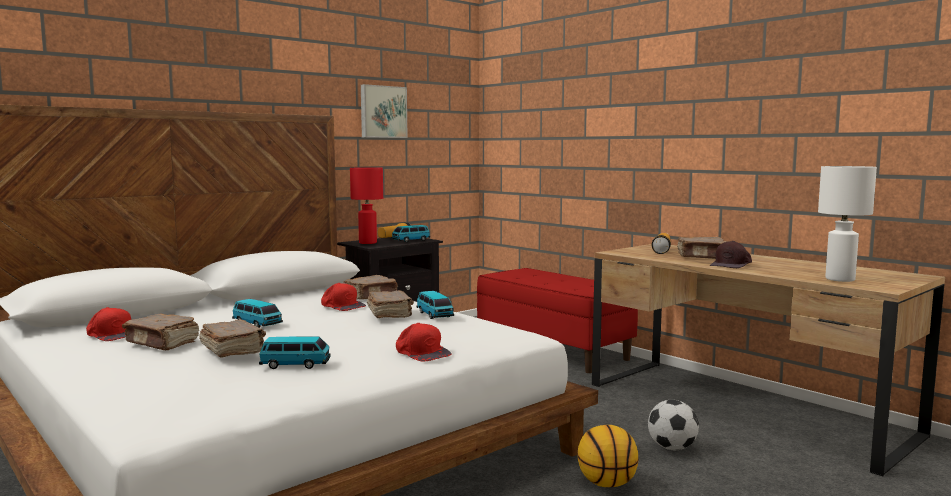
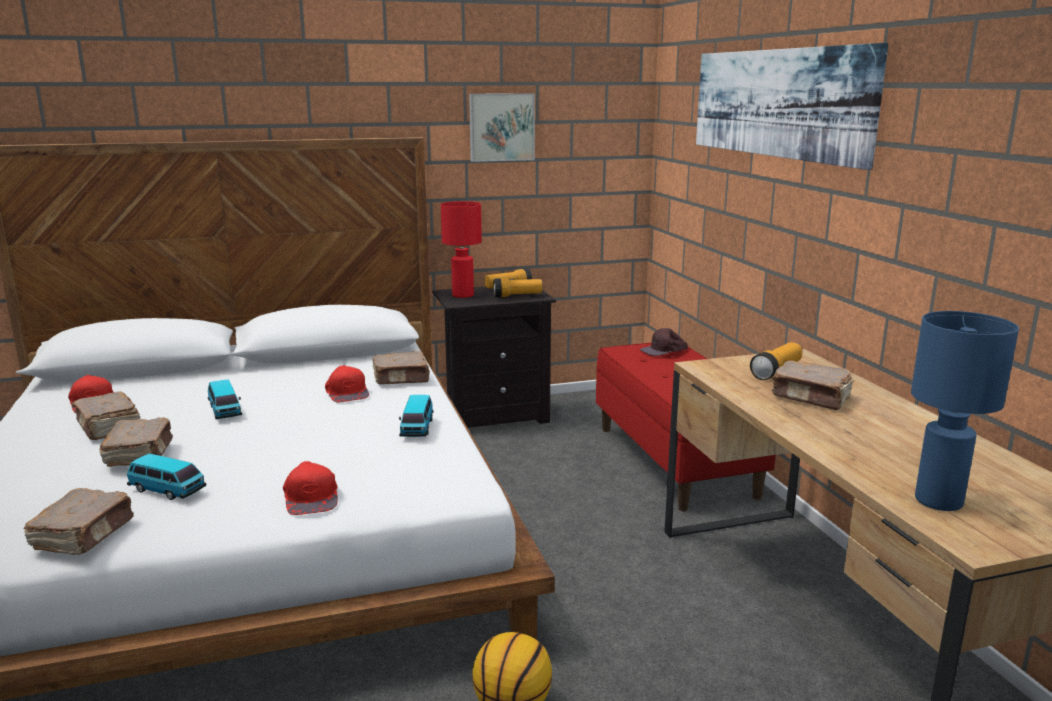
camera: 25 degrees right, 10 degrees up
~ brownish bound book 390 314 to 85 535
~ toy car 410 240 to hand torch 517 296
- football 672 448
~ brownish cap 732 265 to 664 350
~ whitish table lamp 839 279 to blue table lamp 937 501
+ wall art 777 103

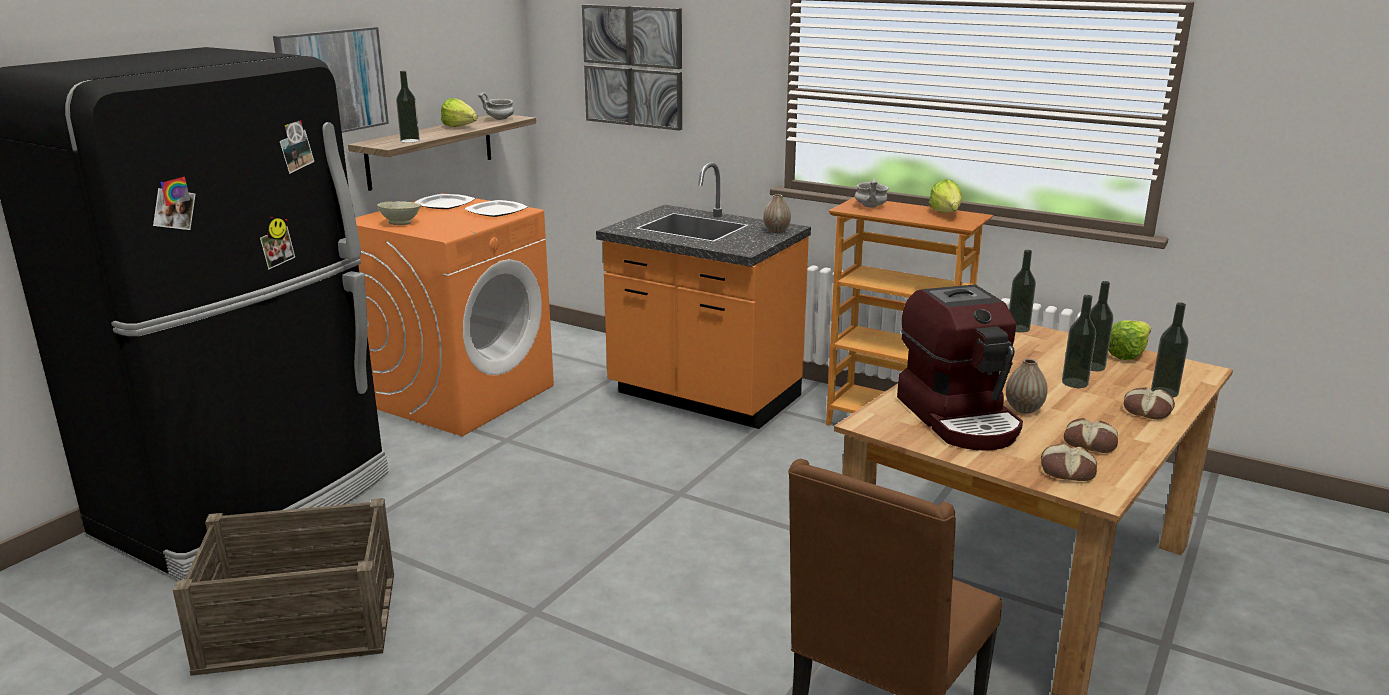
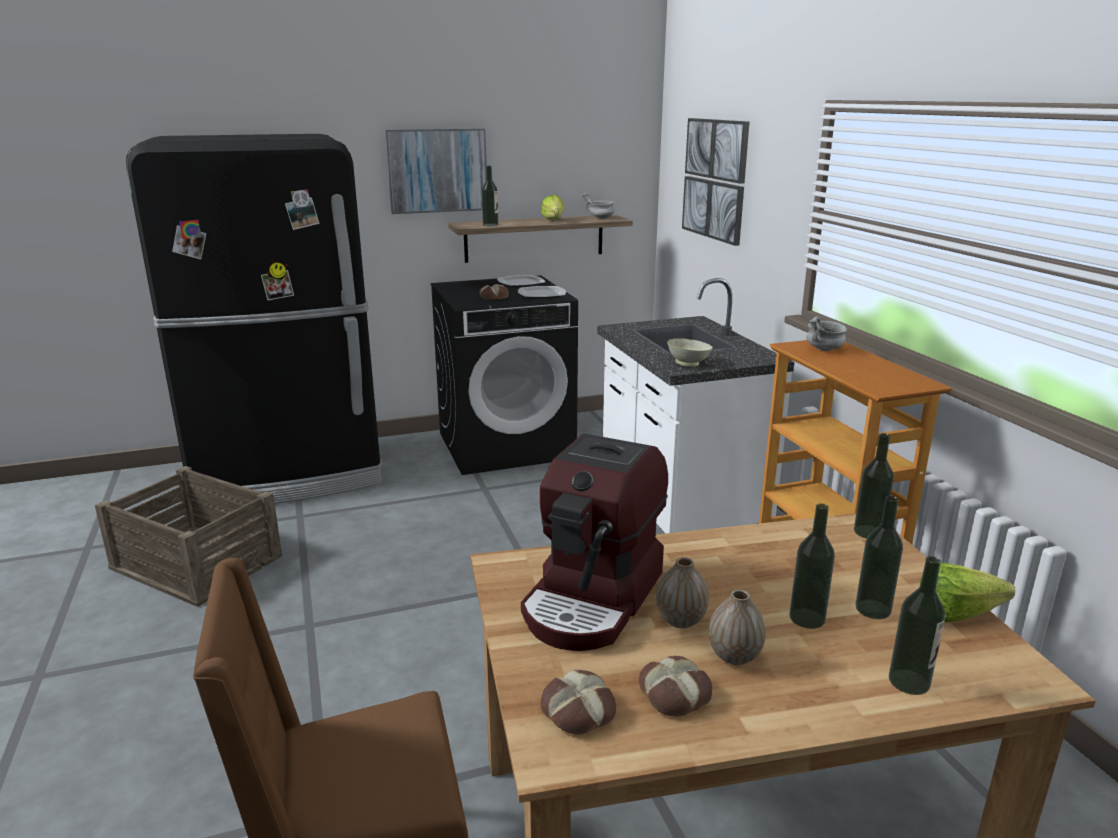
camera: 40 degrees right, 0 degrees up
~ orangey laundry machine 462 395 to black-coloured laundry machine 506 445
~ beige serving bowl 401 223 to 689 364
~ orangey kitchen base unit 703 397 to whitish kitchen base unit 678 509
~ vase 776 231 to 734 656
- head of lettuce 946 215
~ bakery bread 1146 410 to 494 297

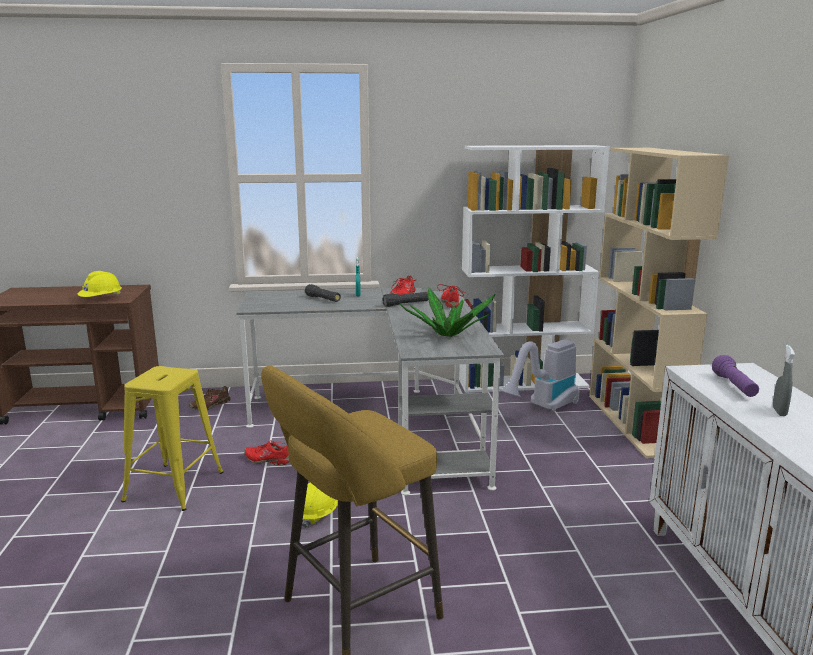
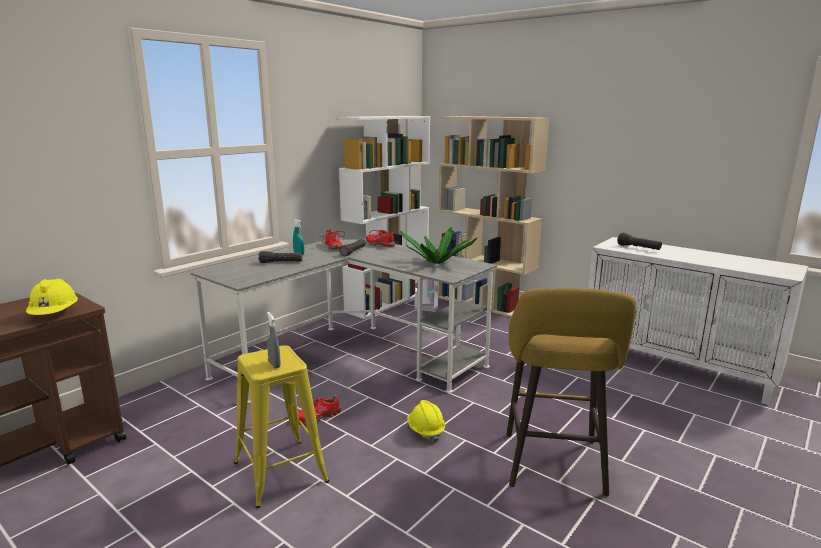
camera: 45 degrees left, 0 degrees up
- brownish shoe 210 405
~ purplish hand torch 734 387 to black-coloured hand torch 638 248
~ gray sprayer 779 411 to 274 364

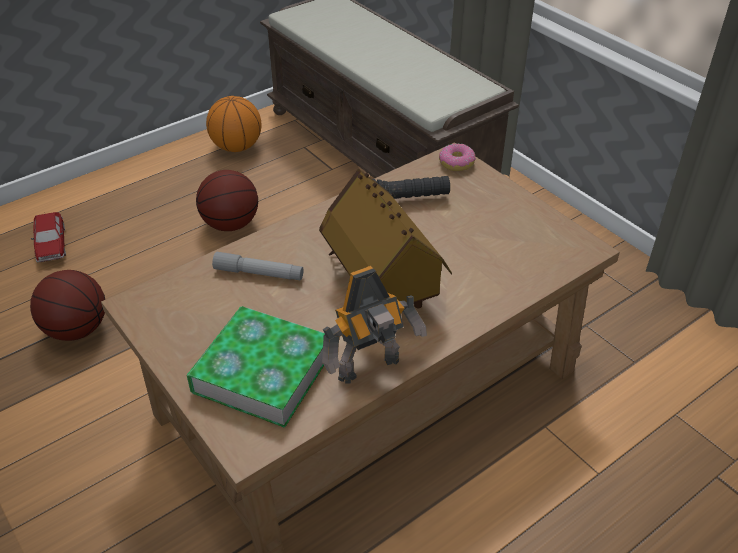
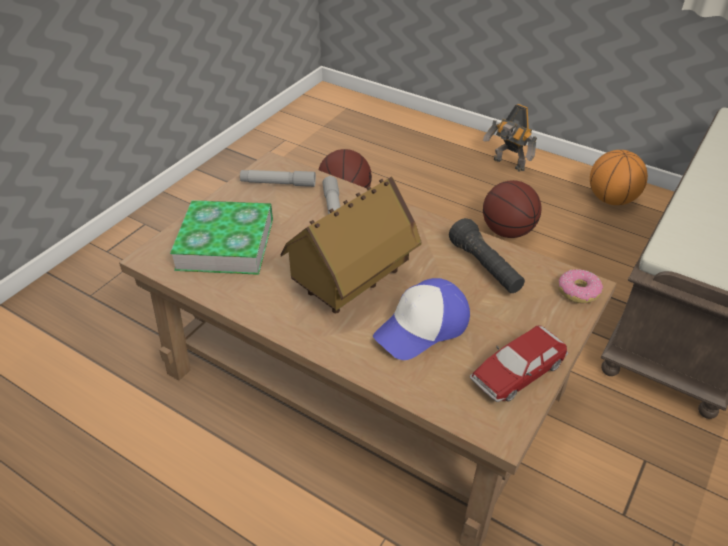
camera: 70 degrees right, 0 degrees up
~ toy car 51 244 to 517 372
~ robot figure 371 370 to 508 165
+ gray hand torch 278 183
+ cap 422 327

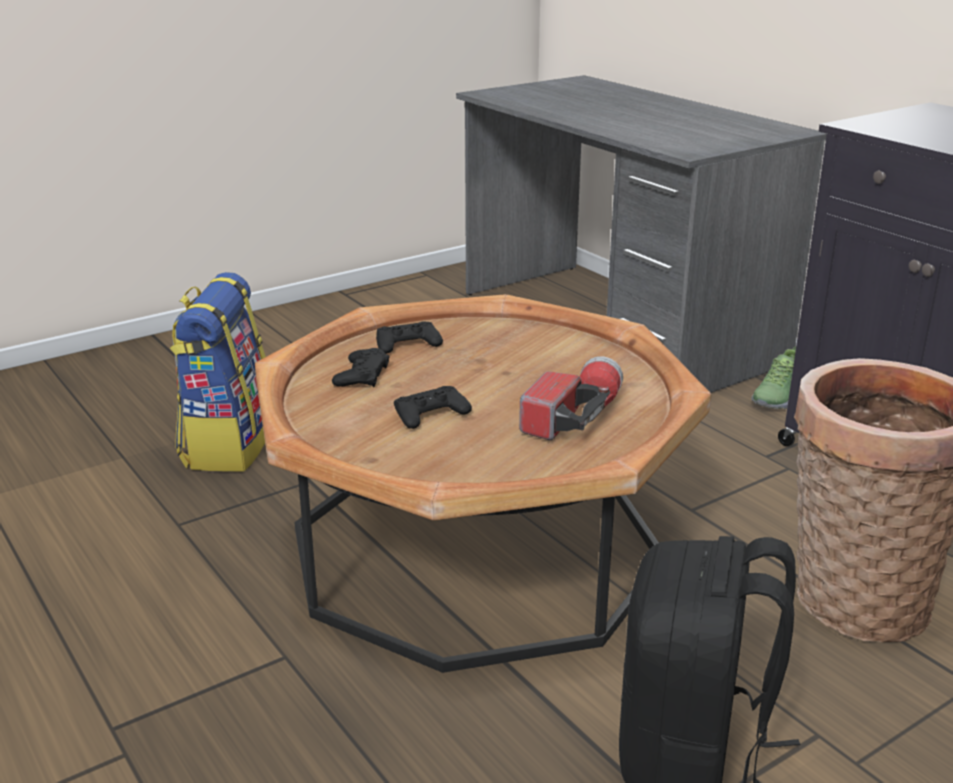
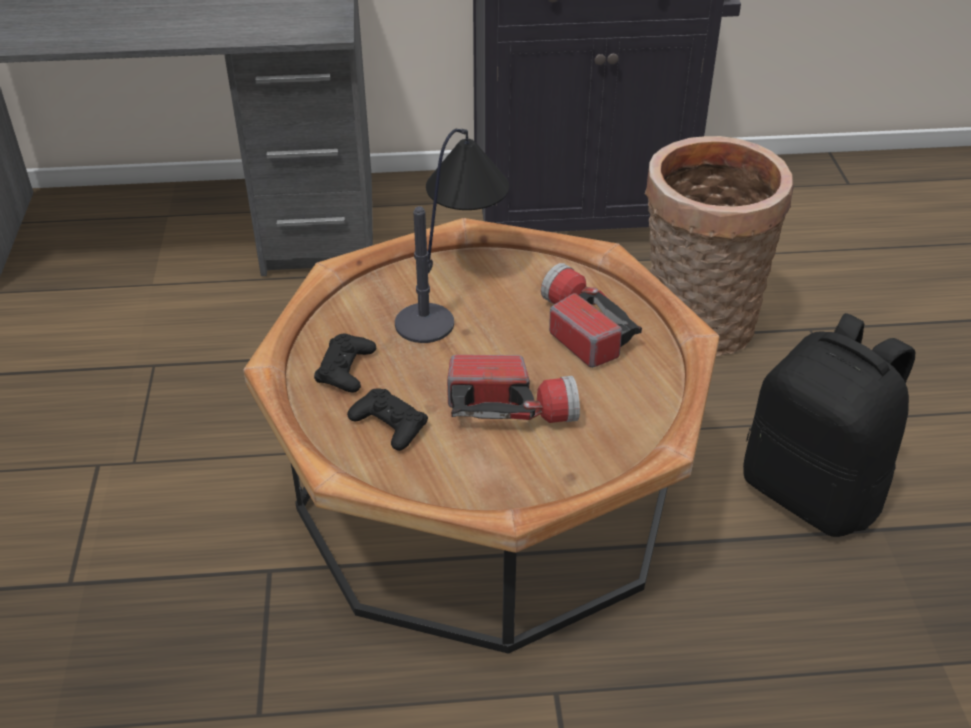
camera: 60 degrees left, 15 degrees up
- backpack 227 443
~ black-coloured gamepad 430 414 to hand torch 512 408
- shoe 776 396
+ table lamp 452 289

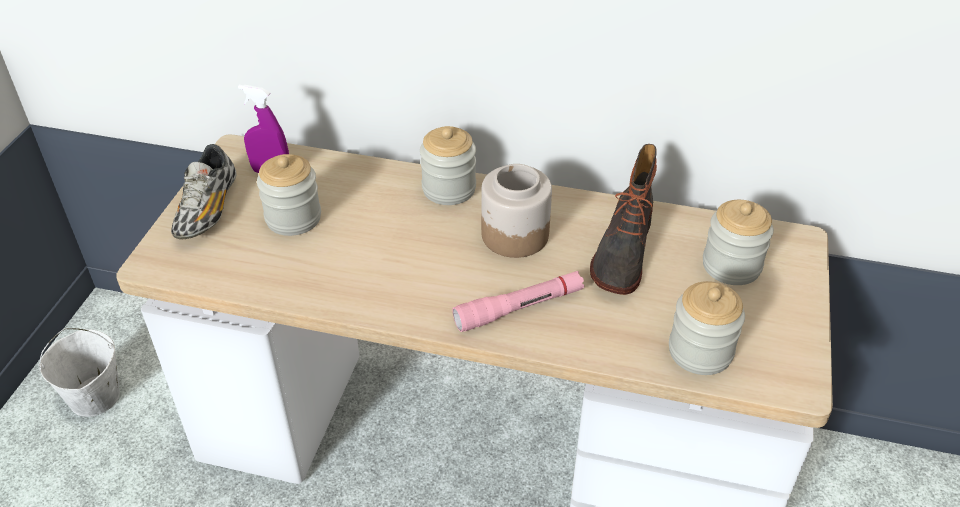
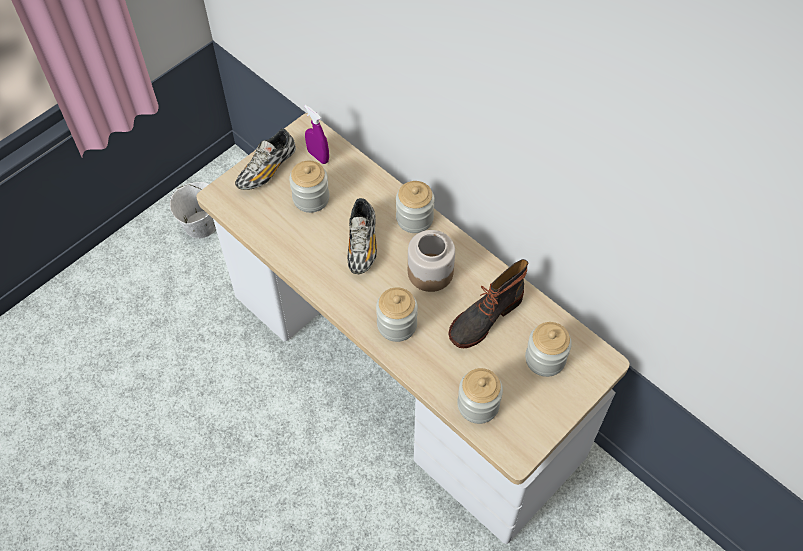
camera: 30 degrees right, 15 degrees up
~ pink hand torch 519 308 to storage jar 397 325
+ shoe 362 245

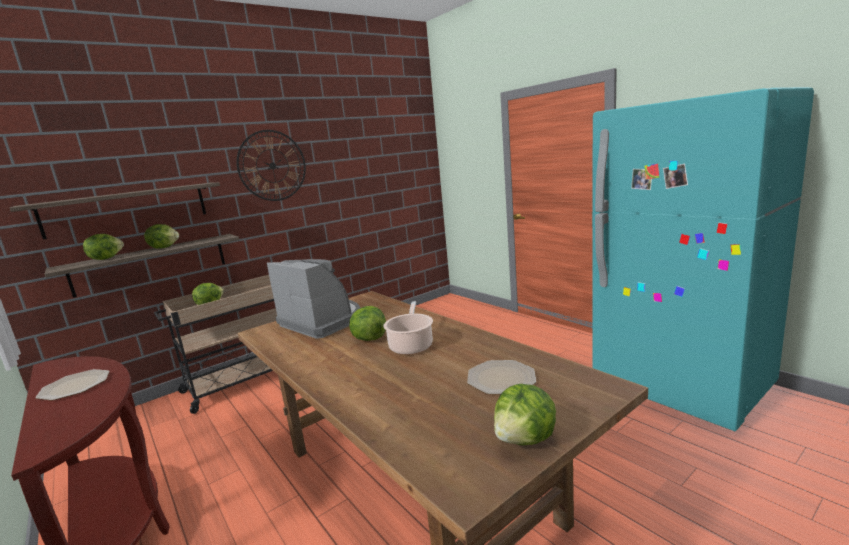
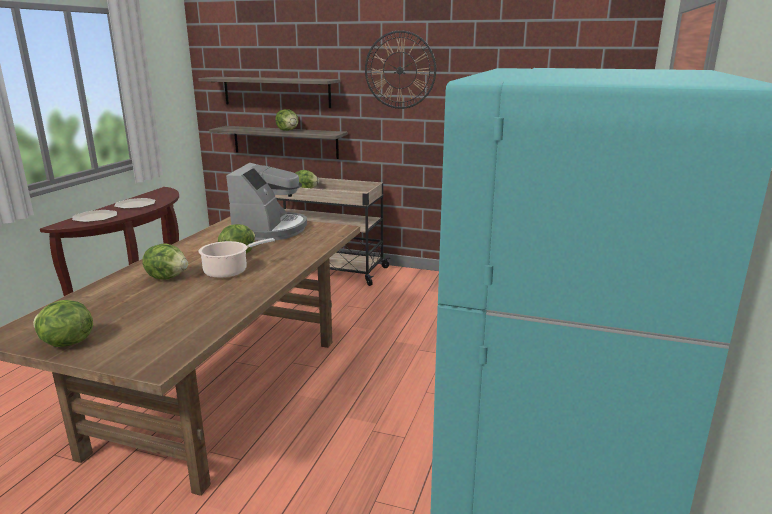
camera: 55 degrees right, 5 degrees up
~ head of lettuce 106 259 to 168 277
~ flat dish 500 378 to 95 217

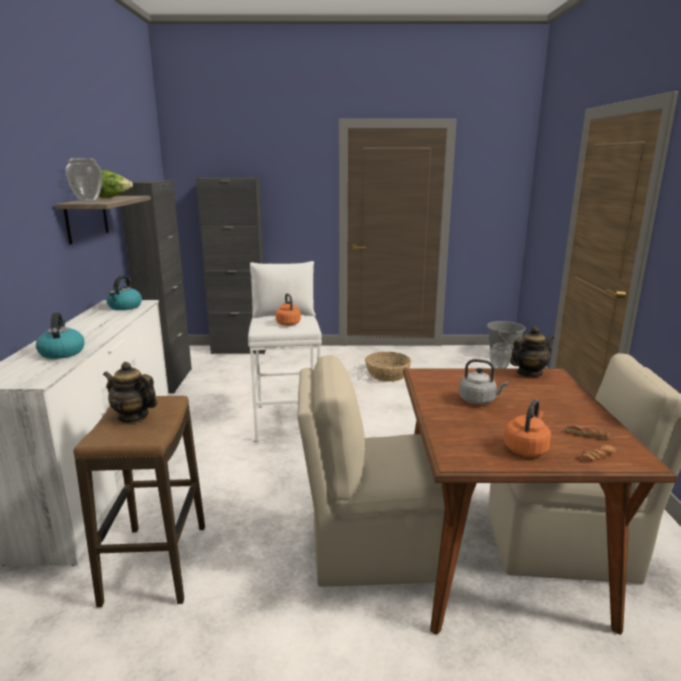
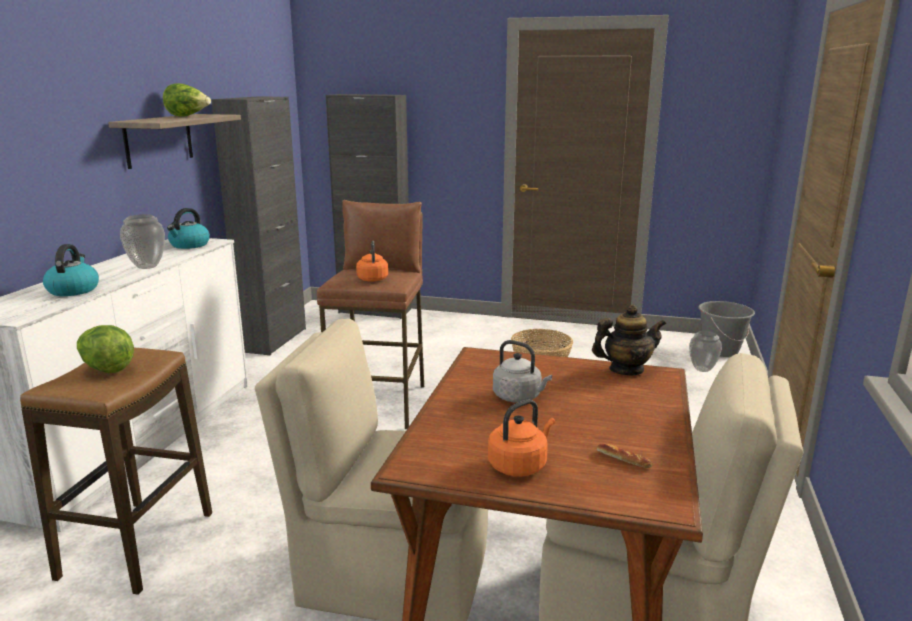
camera: 15 degrees right, 0 degrees up
~ vase 87 201 to 147 266
~ pot for tea 133 416 to head of lettuce 106 368
~ whitish sitting stool 288 421 to brownish sitting stool 380 403
- bakery bread 597 456

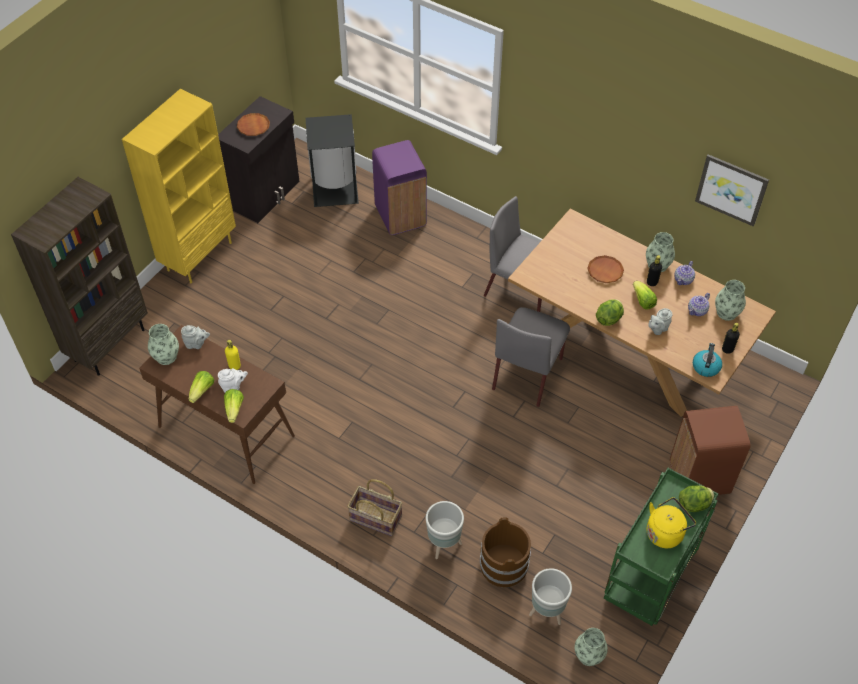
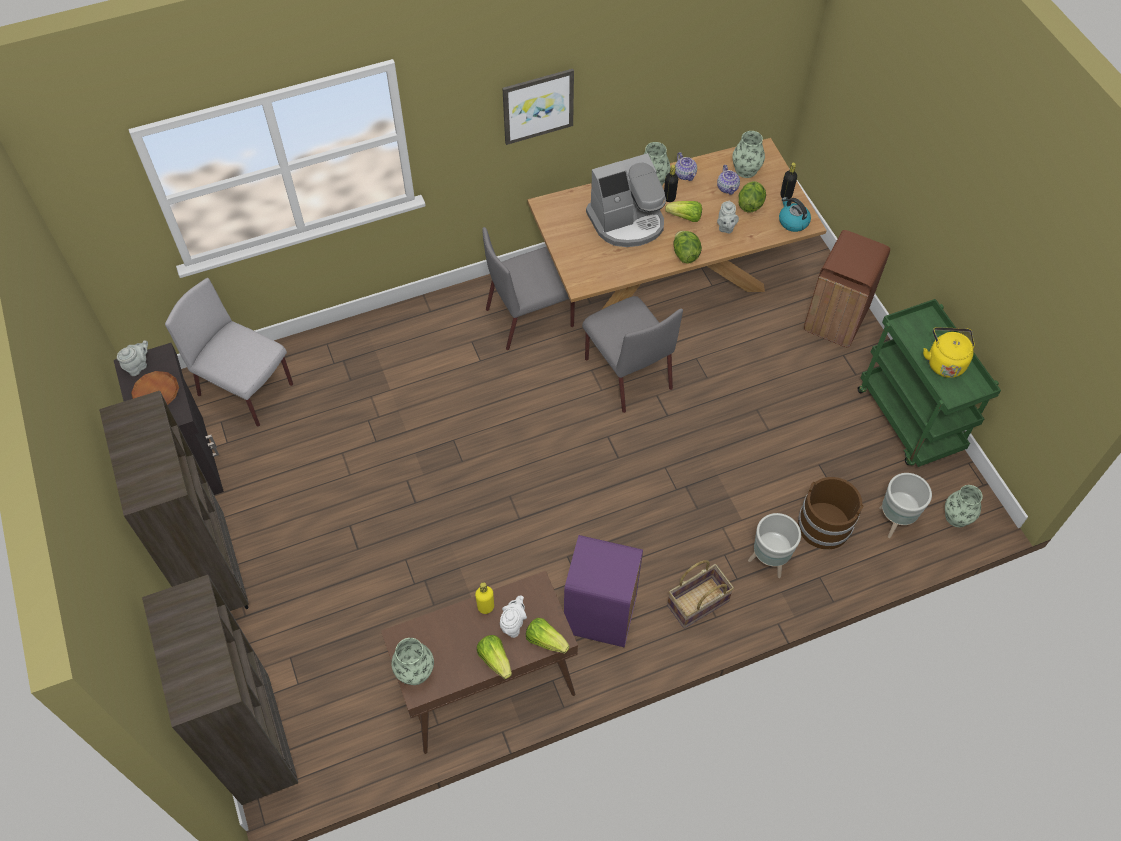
camera: 55 degrees left, 5 degrees up
~ yellowish shelving unit 199 255 to brownish shelving unit 215 577
~ gray pot for tea 196 344 to 138 366
~ black-coloured waste bin 335 189 to gray plain chair 247 390
~ purplish waste bin 400 216 to 600 616
~ brownish flat dish 605 271 to coffee brewer 627 222
~ head of lettuce 694 504 to 750 204
~ wall art 731 189 to 538 105

